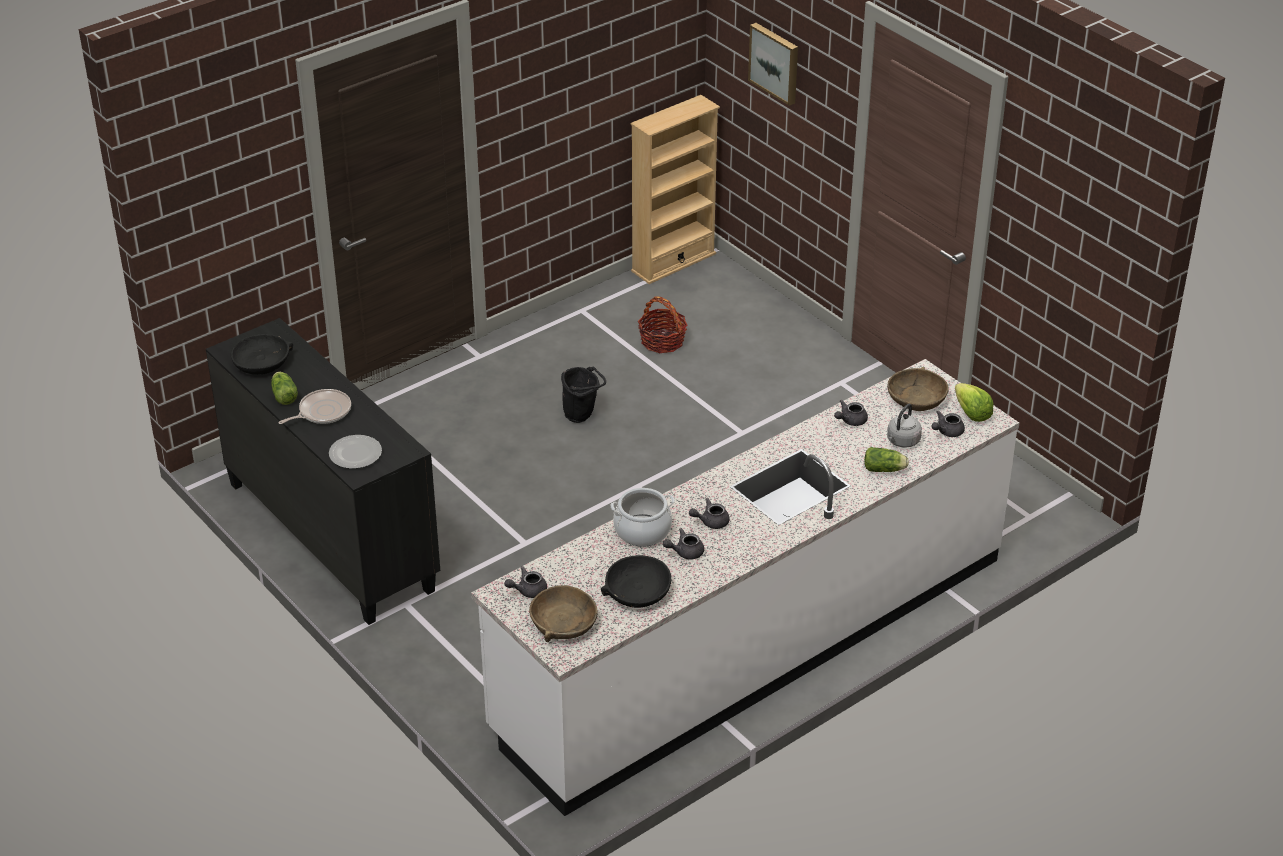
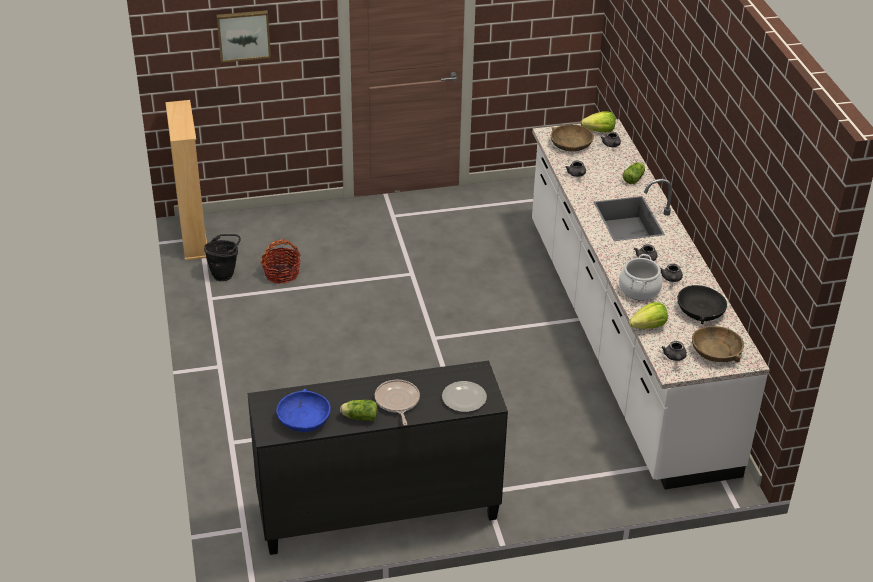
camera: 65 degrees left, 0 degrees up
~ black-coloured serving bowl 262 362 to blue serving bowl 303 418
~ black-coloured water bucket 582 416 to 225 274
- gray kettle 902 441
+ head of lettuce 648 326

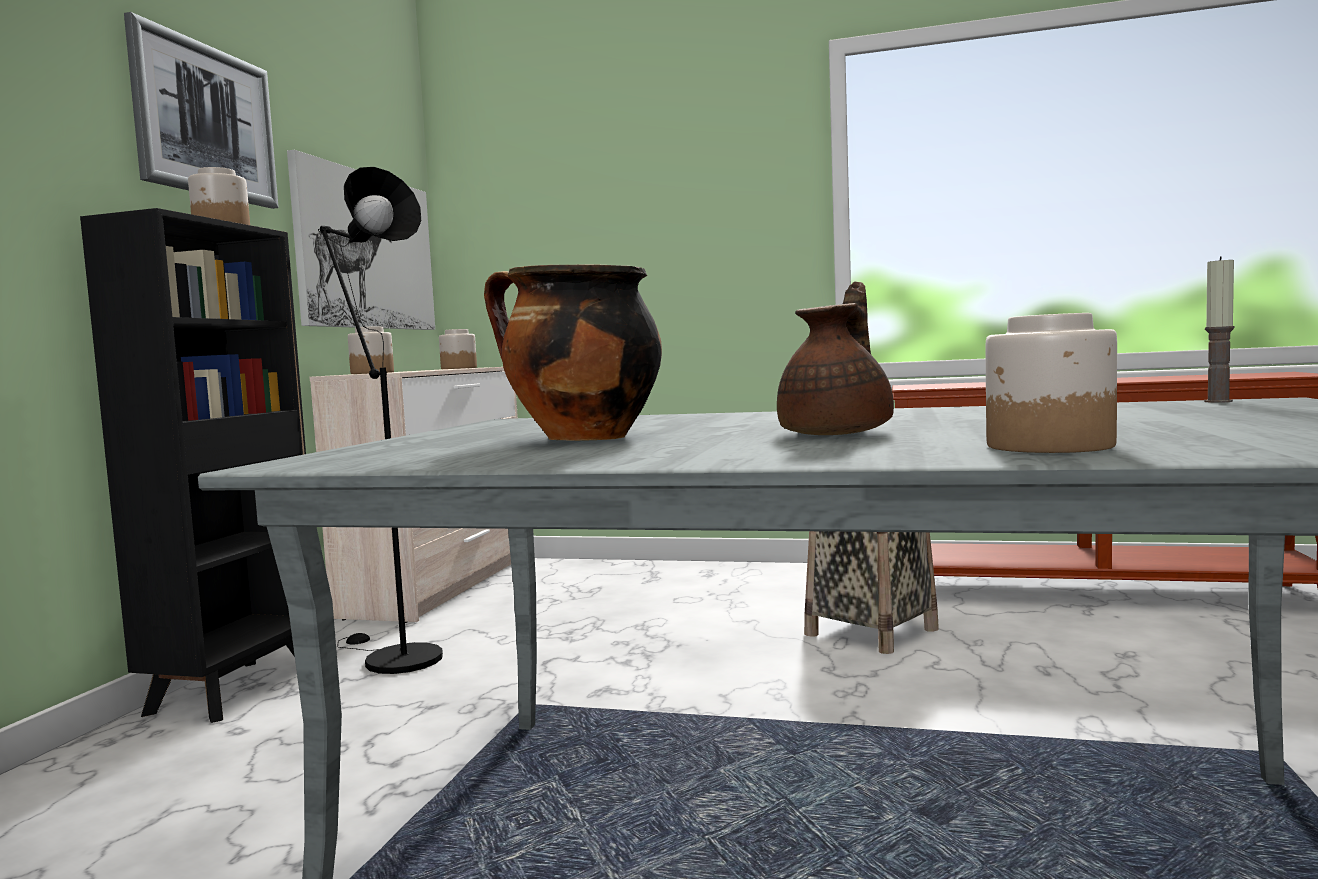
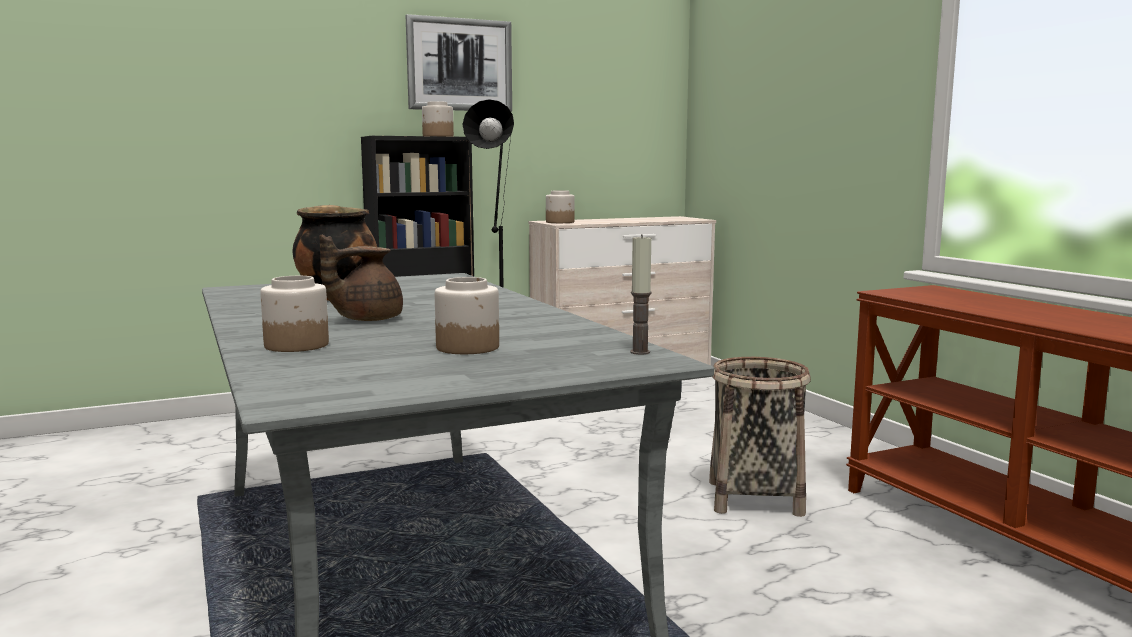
camera: 50 degrees right, 5 degrees up
- wall art 367 251
~ storage jar 459 368 to 468 347
~ brownish pot for tea 839 433 = 366 319 150 degrees clockwise

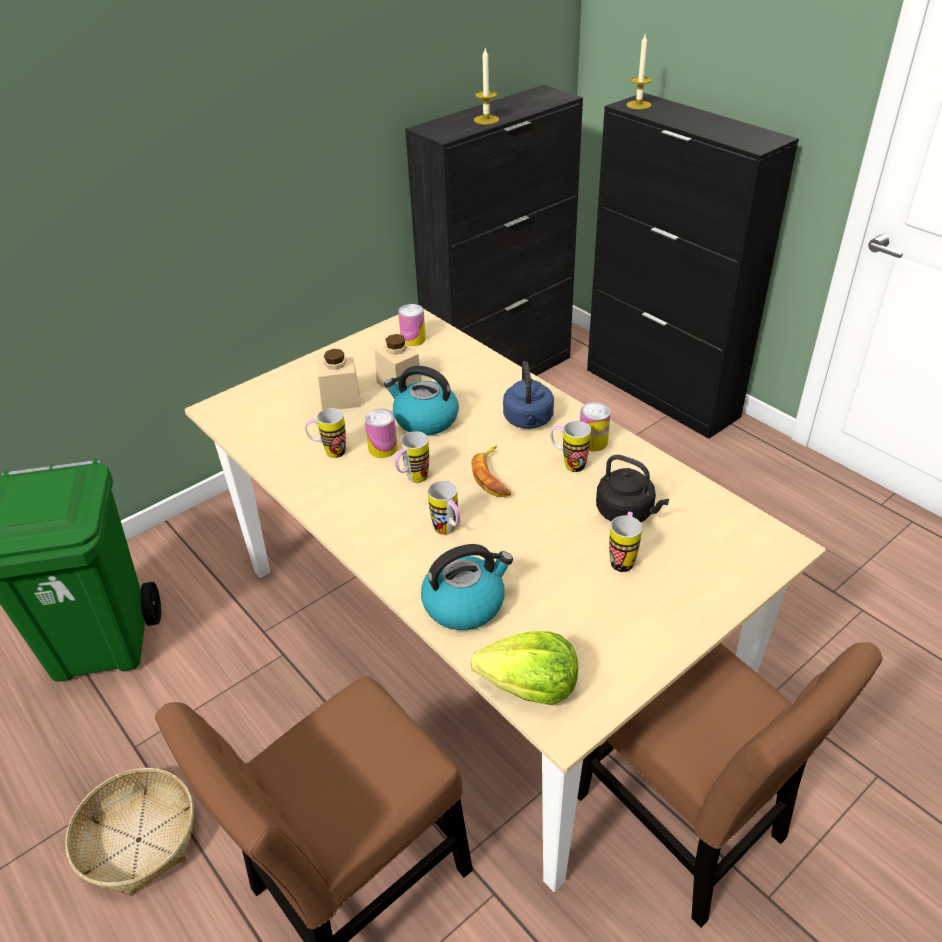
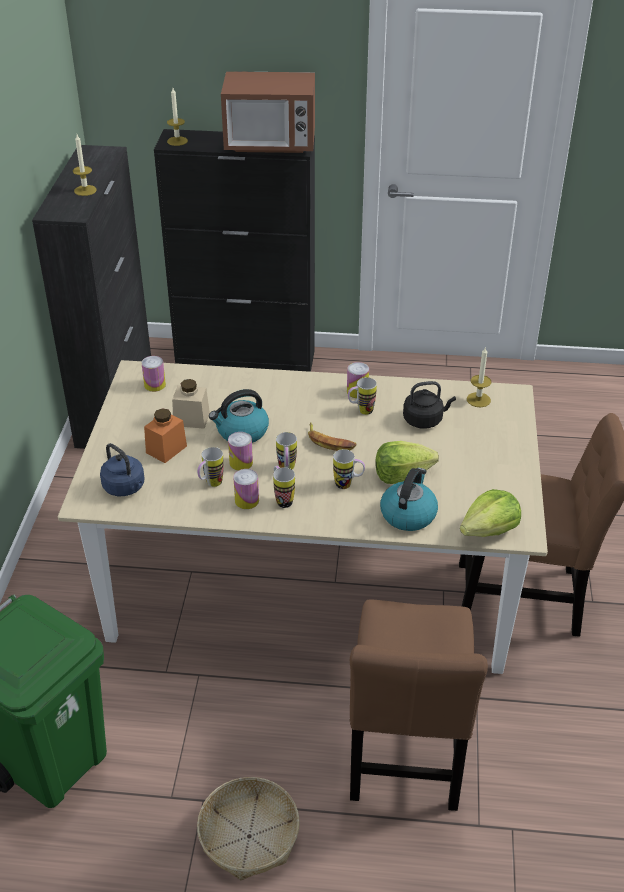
camera: 45 degrees left, 0 degrees up
~ beige storage jar 340 400 to orangey storage jar 166 449
~ blue kettle 528 421 to 125 488
~ mug 623 559 to 282 499
+ kitchen microwave 270 144
+ sealed can 247 501
+ head of lettuce 402 475
+ wax light 478 400

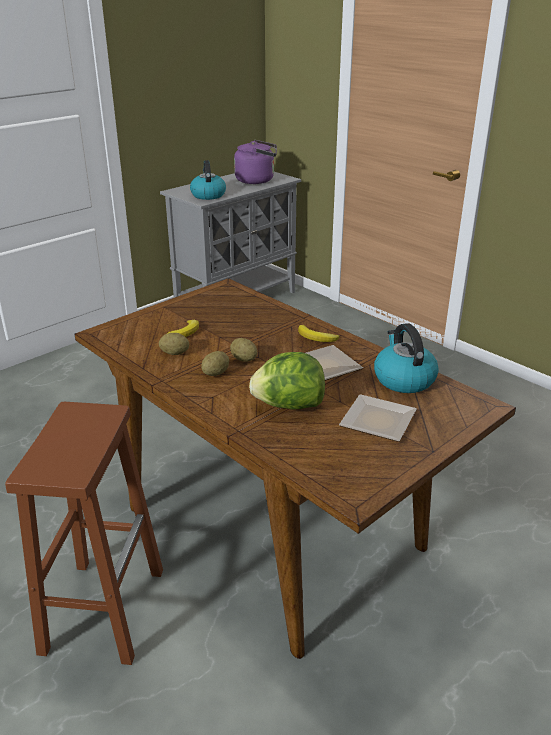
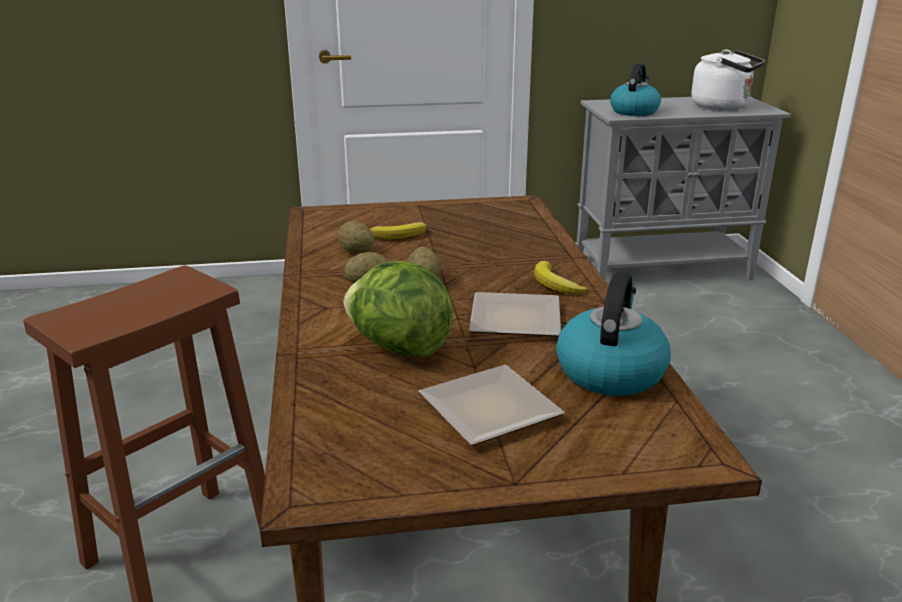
camera: 35 degrees right, 5 degrees down
~ purplish kettle 257 180 to whitish kettle 723 107

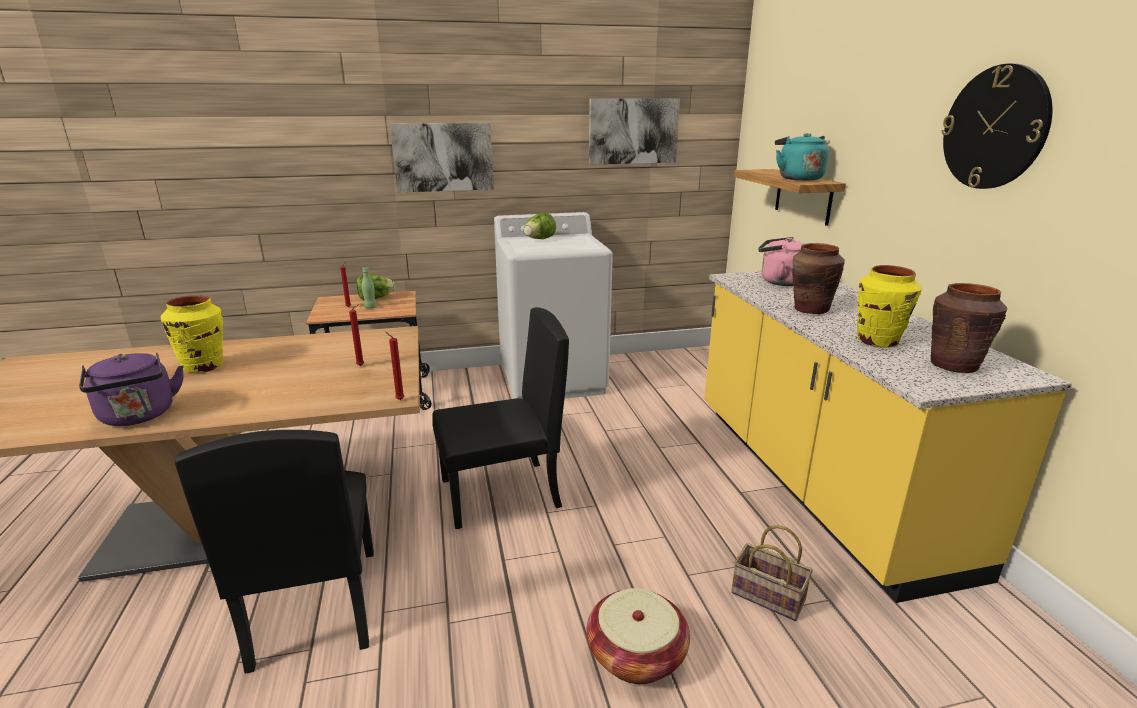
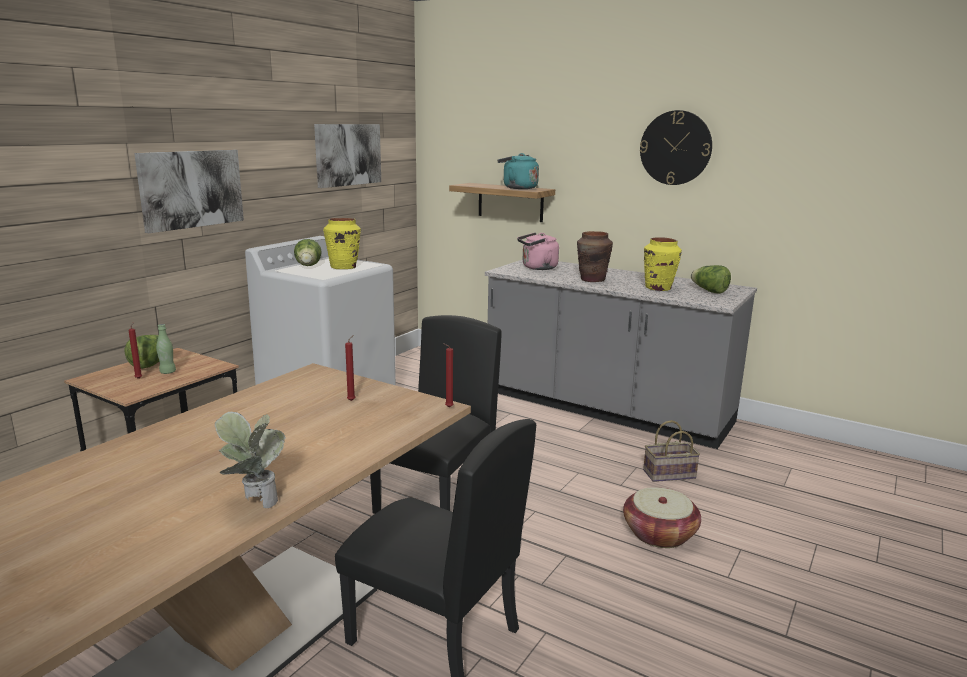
camera: 45 degrees left, 5 degrees down
~ purplish kettle 139 416 to potted plant 254 502
~ yellowish vase 204 366 to 343 267
~ yellowish kitchen base unit 817 482 to gray kitchen base unit 606 409
~ brownish vase 953 365 to head of lettuce 709 291

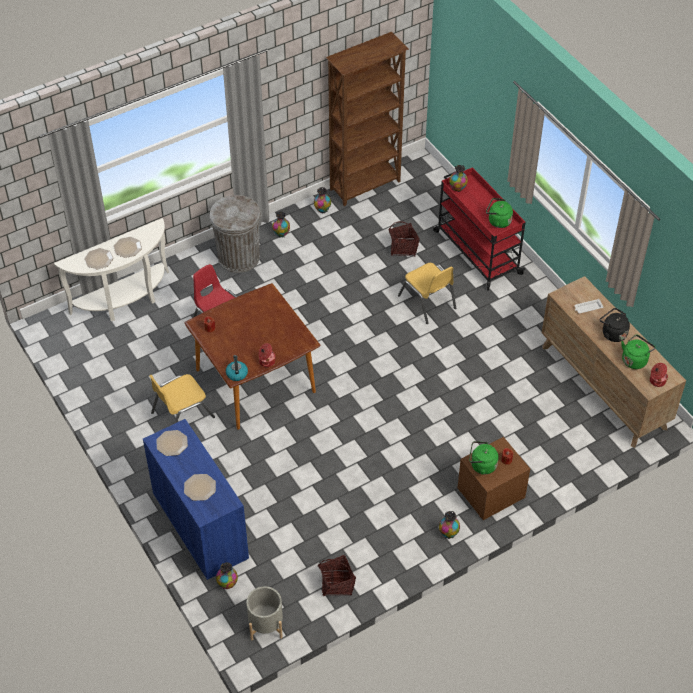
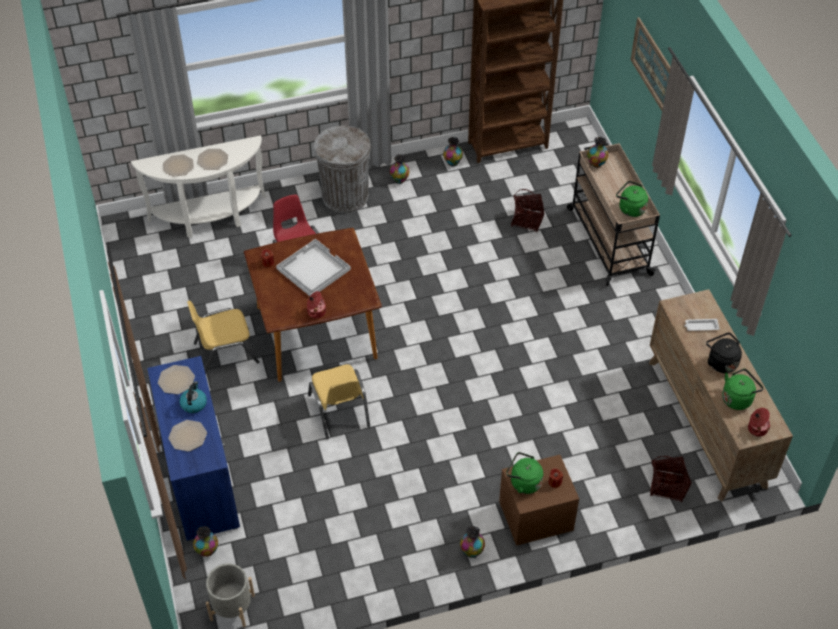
camera: 15 degrees right, 0 degrees up
~ kettle 236 373 to 194 403
~ basket 337 584 to 667 486
~ yellowish plain chair 427 302 to 339 411
~ reddish trolley 476 251 to beige trolley 608 240
+ whitish tray 312 269
+ wall art 652 65

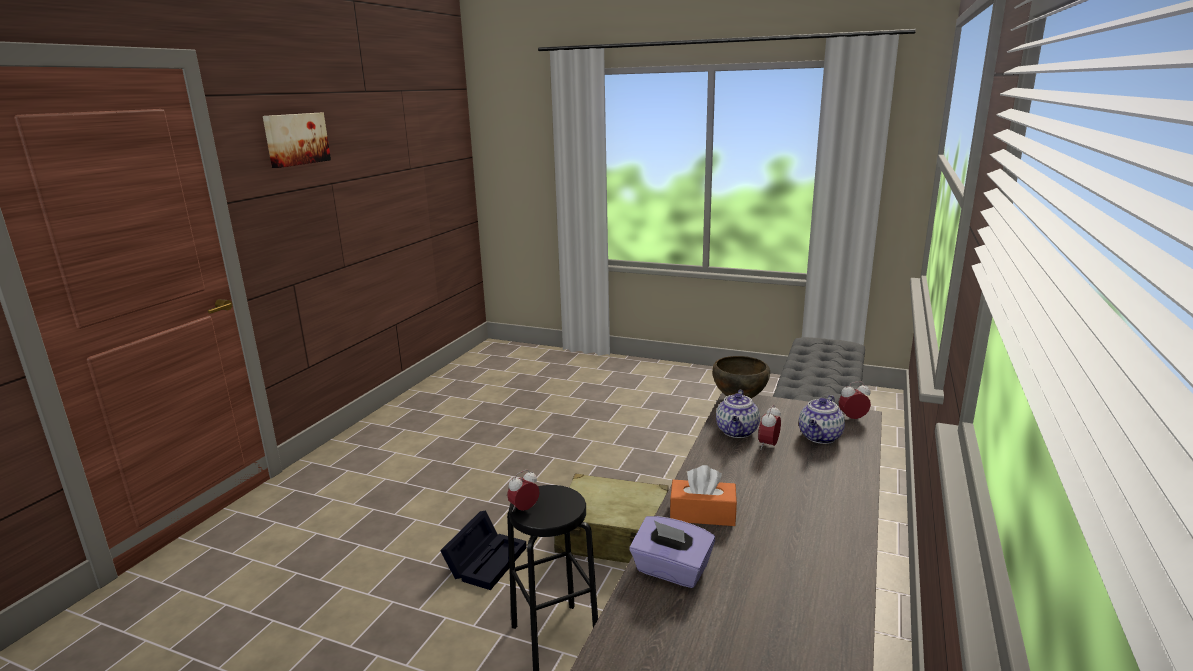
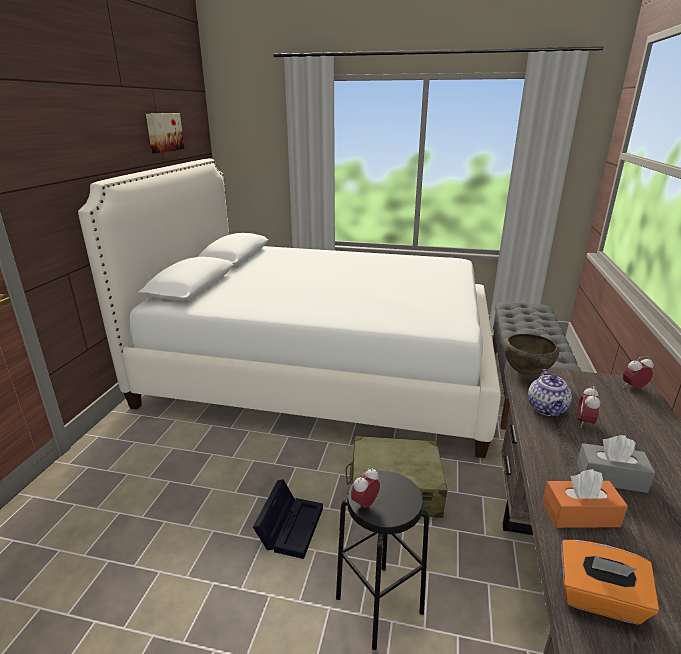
camera: 10 degrees left, 5 degrees up
~ wall art 295 139 to 164 132
~ purplish tissue box 671 570 to orangey tissue box 599 599
- pot for tea 820 437
+ whitish bedroom bed 323 367
+ gray tissue box 611 477

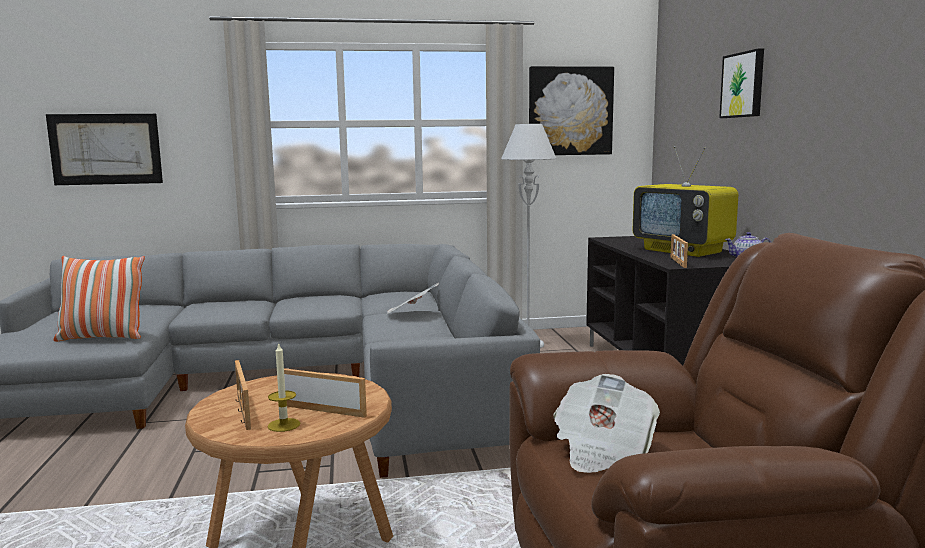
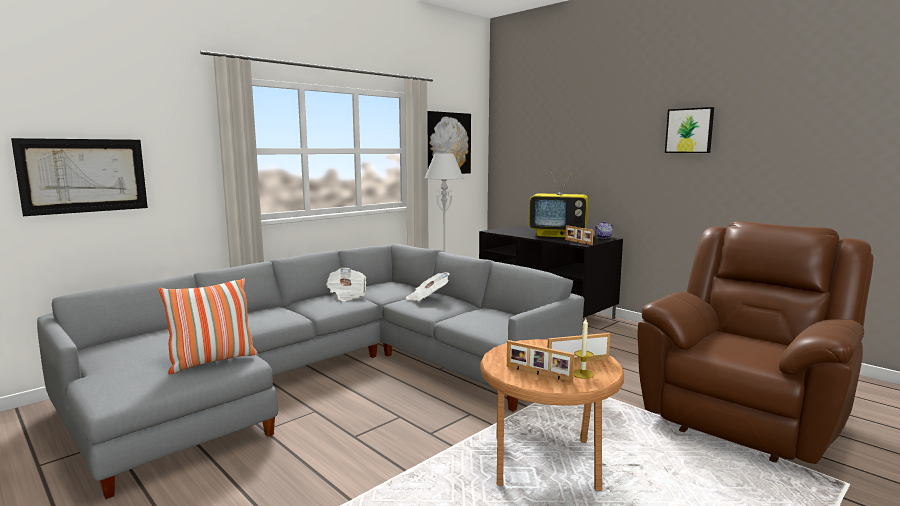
camera: 35 degrees left, 0 degrees up
~ newspaper 602 450 to 347 295
~ wall art 743 85 to 689 130

